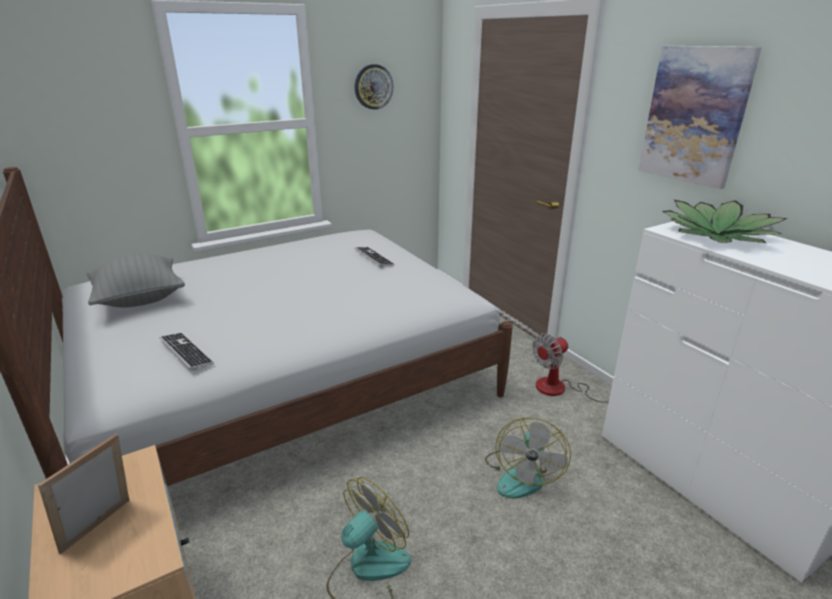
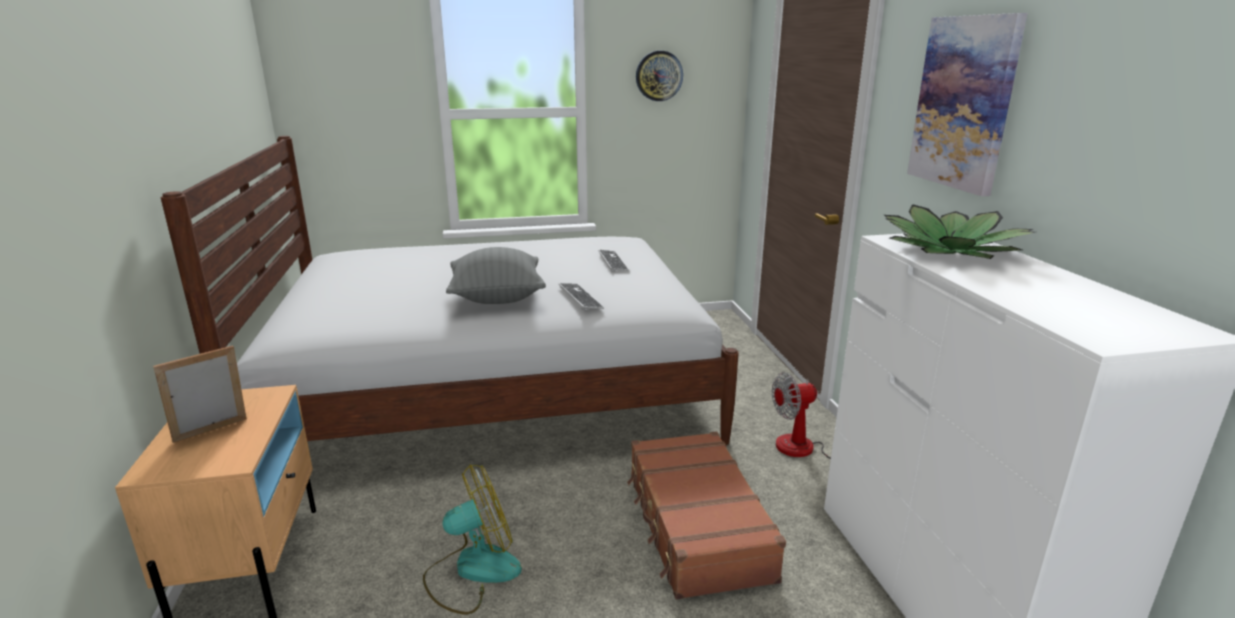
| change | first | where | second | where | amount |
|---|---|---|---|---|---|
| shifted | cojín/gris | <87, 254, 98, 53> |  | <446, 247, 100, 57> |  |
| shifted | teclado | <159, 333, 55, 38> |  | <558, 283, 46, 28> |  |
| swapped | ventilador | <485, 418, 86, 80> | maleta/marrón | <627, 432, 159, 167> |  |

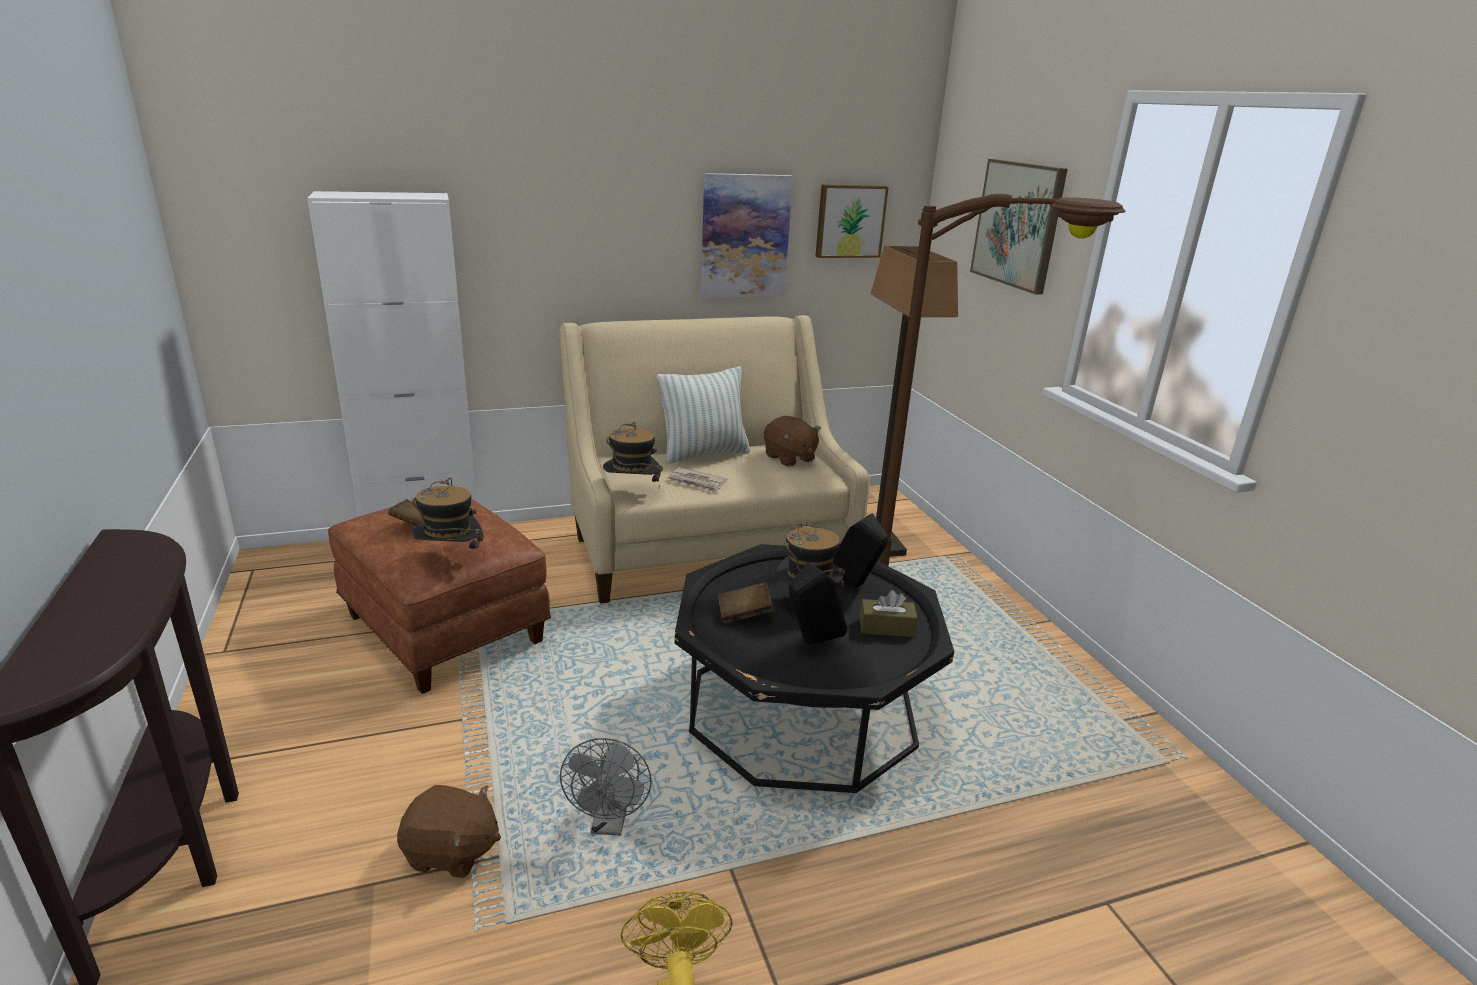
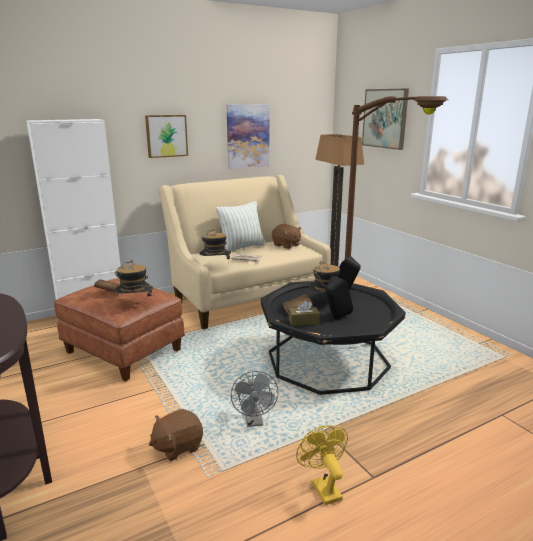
| change | first | where | second | where | amount |
|---|---|---|---|---|---|
| shifted | cuadro | <815, 184, 74, 74> |  | <145, 115, 43, 43> |  |
| rotated | peluche/marrón | <397, 785, 104, 93> |  | <149, 409, 54, 52> | 150 degrees clockwise |
| shifted | caja de pañuelos/marrón | <860, 590, 58, 47> |  | <289, 300, 31, 26> |  |

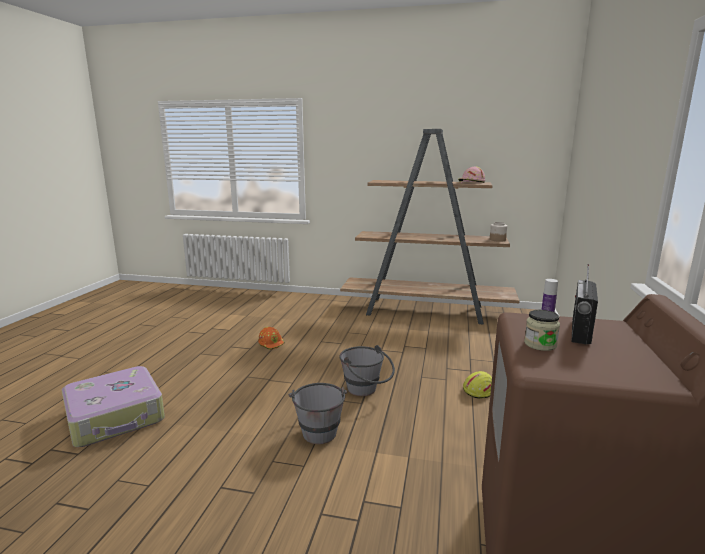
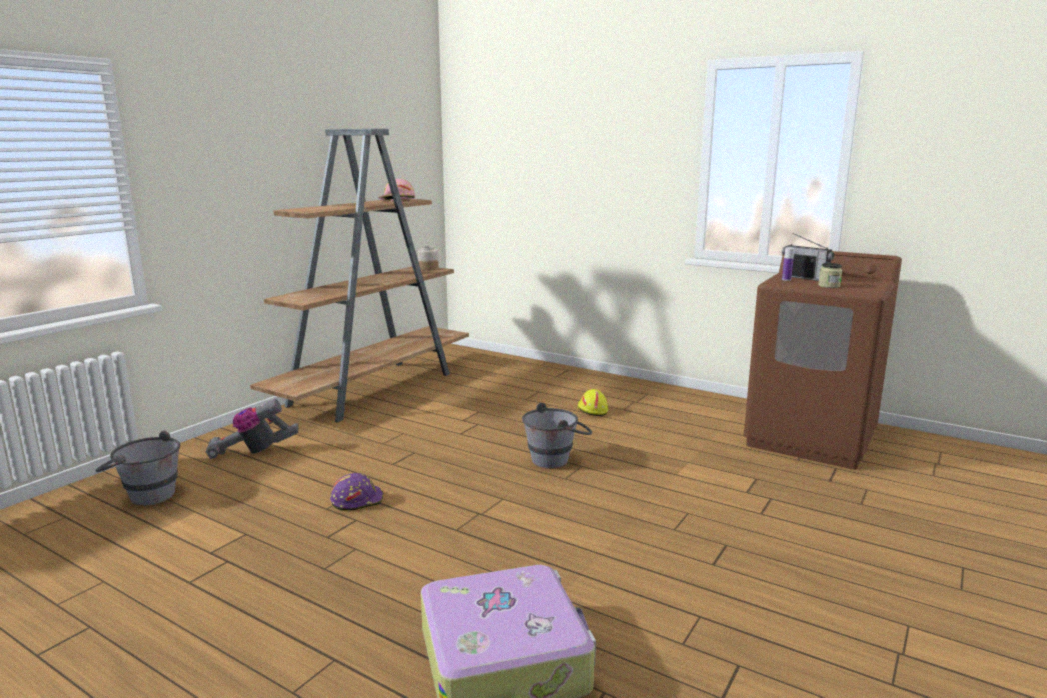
| change | first | where | second | where | amount |
|---|---|---|---|---|---|
| shifted | cubo/gris | <289, 383, 58, 61> |  | <95, 431, 85, 75> |  |
| new |  |  | aspiradora | <206, 399, 93, 61> |  |
| repainted | casco/naranja | <258, 327, 27, 23> | casco/morado | <330, 473, 54, 38> |  |

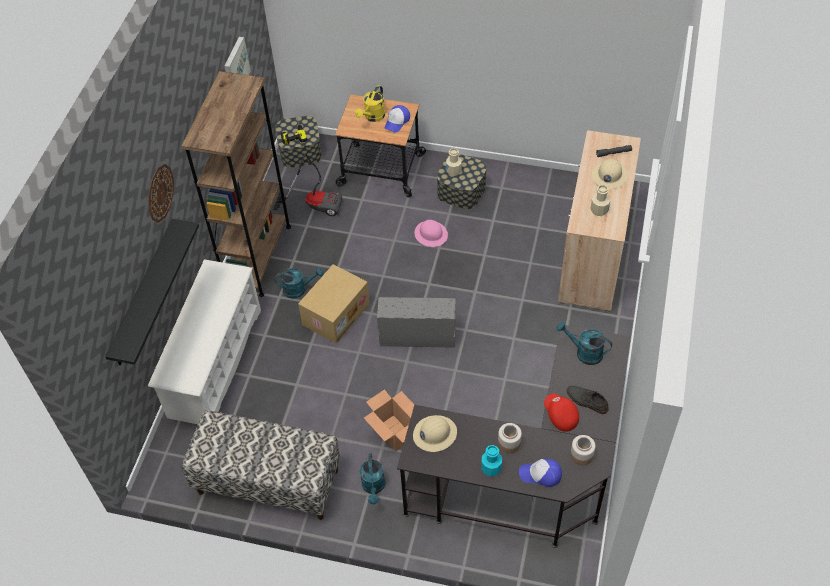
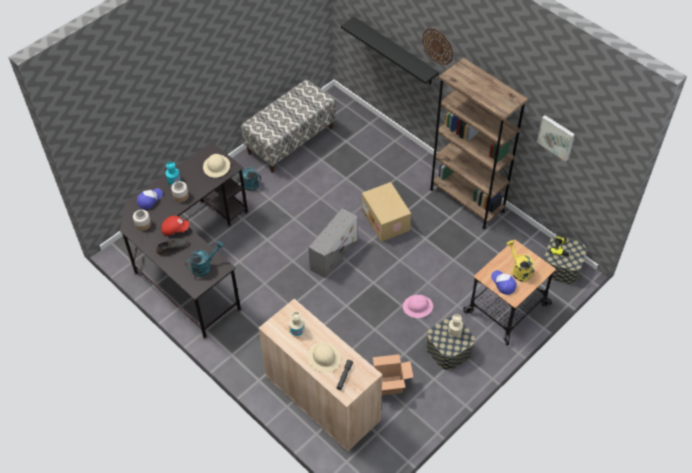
| change | first | where | second | where | amount |
|---|---|---|---|---|---|
| shifted | caja de cartón | <364, 389, 50, 62> |  | <373, 354, 40, 41> |  |
| gone | zapatero/blanco | <148, 259, 113, 165> |  |  |  |
| gone | aspiradora | <273, 154, 69, 62> |  |  |  |
| gone | regadera/turquesa | <275, 267, 49, 32> |  |  |  |

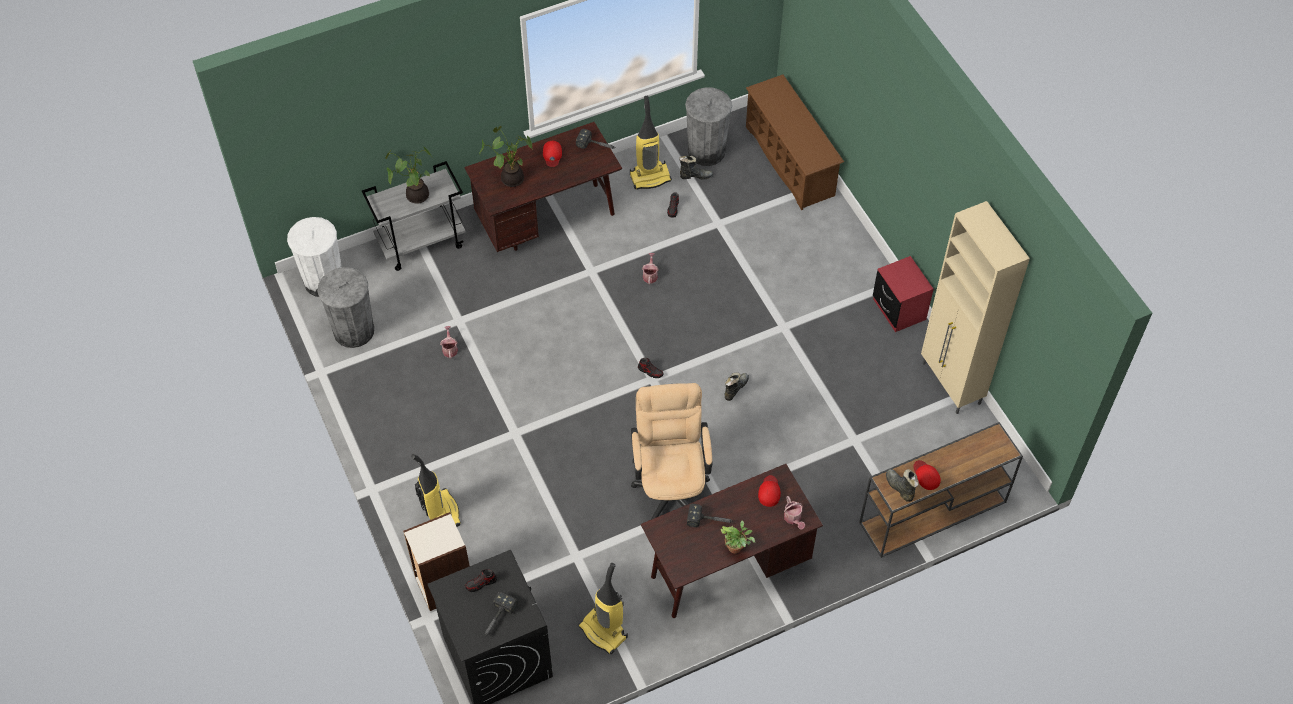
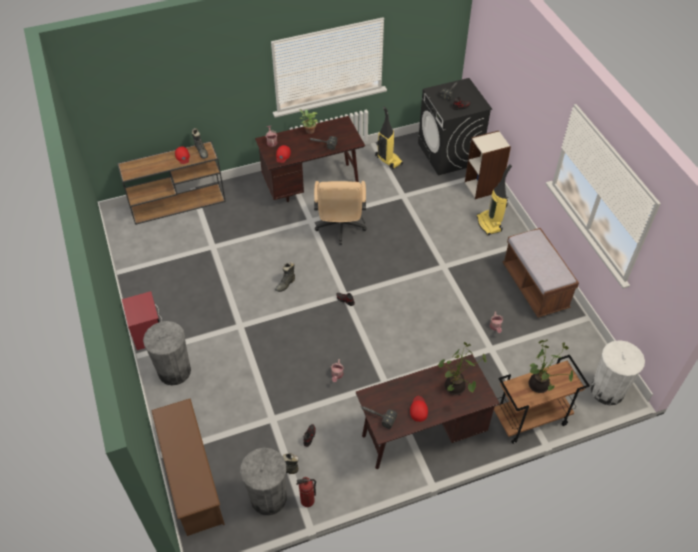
| change | first | where | second | where | amount |
|---|---|---|---|---|---|
| shifted | papelera/gris | <318, 267, 56, 81> |  | <143, 321, 48, 64> |  |
| new |  |  | extintor | <296, 477, 20, 30> |  |
| repainted | carrito/gris | <362, 161, 104, 110> | carrito/marrón | <494, 355, 96, 89> |  |
| new |  |  | banco/marrón | <503, 228, 76, 90> |  |
| gone | aspiradora | <630, 96, 42, 94> |  |  |  |
| gone | armario/beis | <921, 201, 109, 213> |  |  |  |

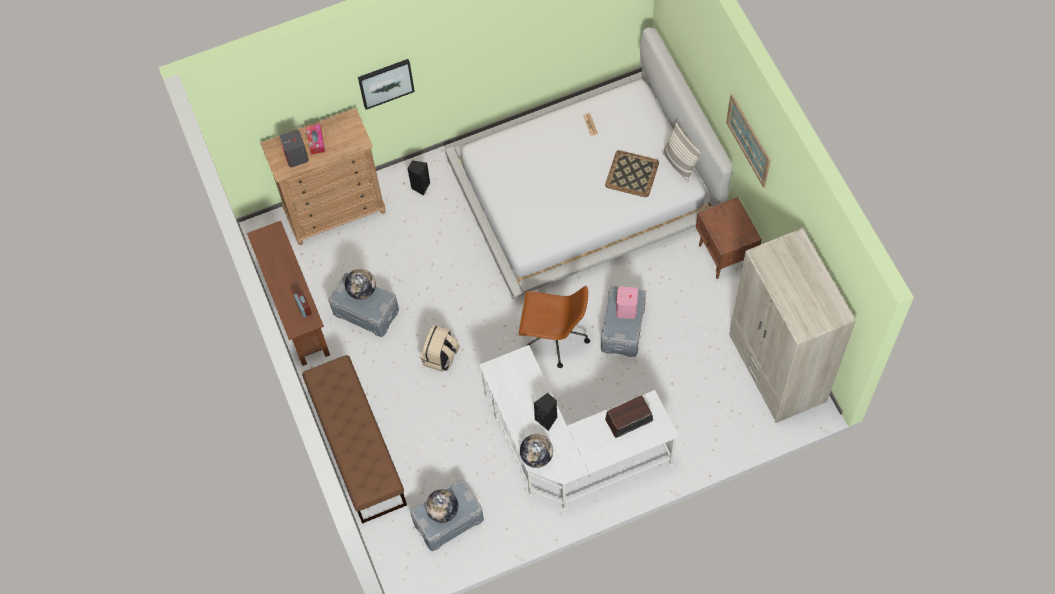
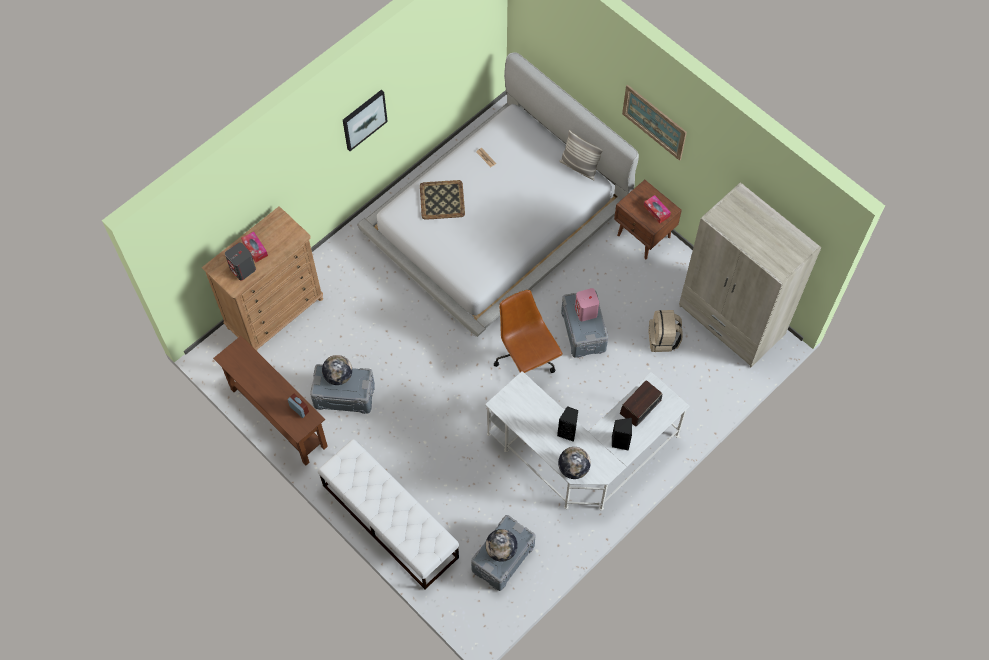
| change | first | where | second | where | amount |
|---|---|---|---|---|---|
| repainted | banco/marrón | <302, 355, 105, 169> | banco/blanco | <318, 439, 141, 151> |  |
| shifted | cuadro | <358, 59, 57, 51> |  | <343, 90, 45, 61> |  |
| shifted | bandeja | <605, 150, 54, 47> |  | <420, 180, 45, 40> |  |
| rotated | silla de oficina/marrón | <518, 285, 72, 83> |  | <494, 290, 69, 83> | 105 degrees counterclockwise |
| shifted | altavoz/negro | <408, 160, 22, 36> |  | <612, 418, 20, 32> |  |
| new |  |  | caja de pañuelos | <644, 195, 27, 29> |  |
| shifted | mochila/beis | <420, 325, 40, 47> |  | <648, 310, 35, 42> |  |

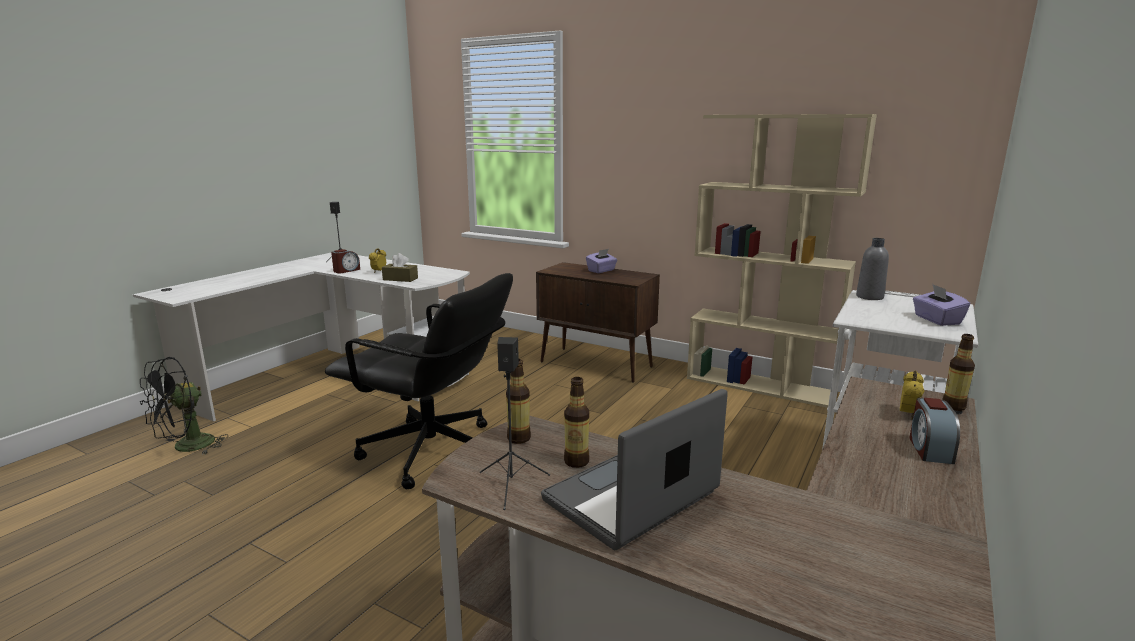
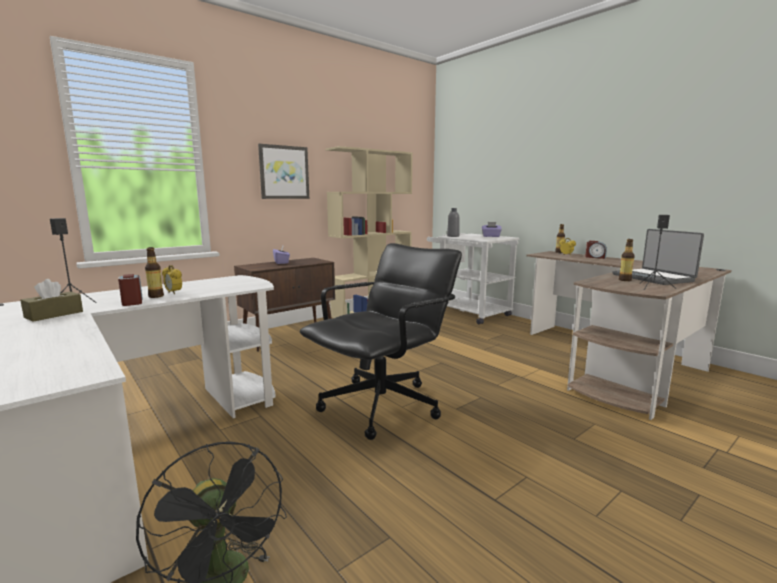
| change | first | where | second | where | amount |
|---|---|---|---|---|---|
| shifted | caja de pañuelos/marrón | <382, 253, 36, 29> |  | <20, 279, 63, 43> |  |
| shifted | botella | <506, 359, 25, 85> |  | <145, 247, 19, 51> |  |
| new |  |  | cuadro | <258, 144, 51, 55> |  |

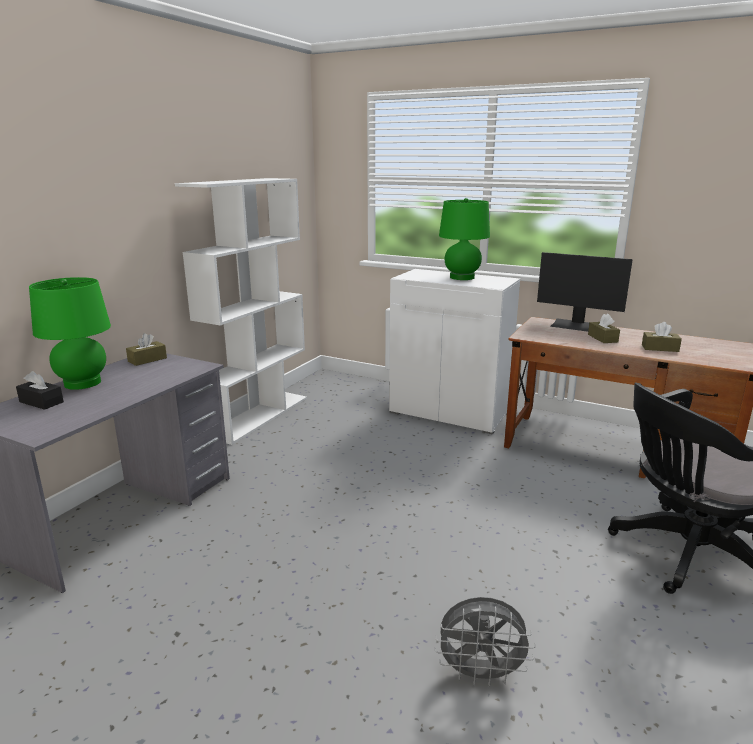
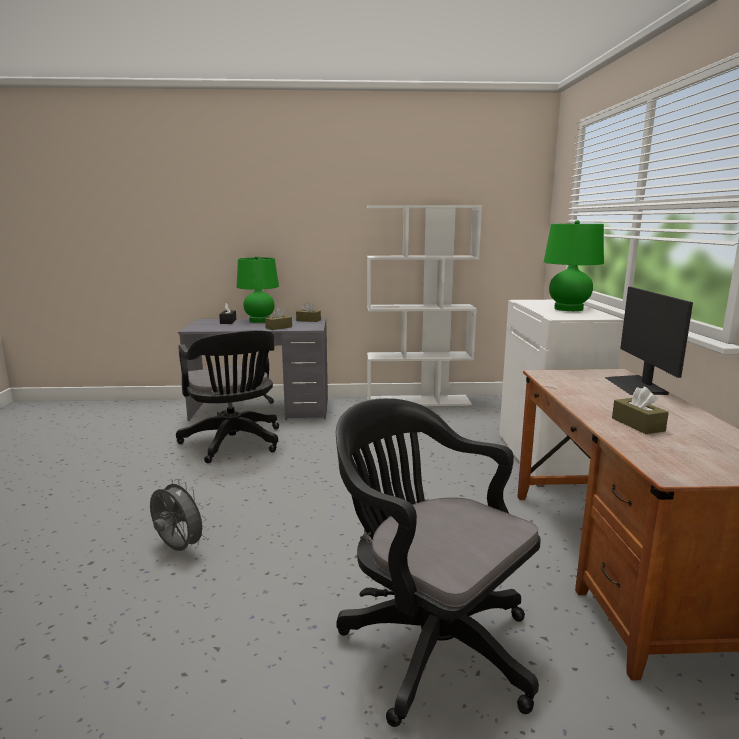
| change | first | where | second | where | amount |
|---|---|---|---|---|---|
| rotated | ventilador/gris | <435, 597, 101, 90> |  | <150, 479, 58, 72> | 150 degrees clockwise |
| new |  |  | silla de oficina/negro | <176, 330, 103, 133> |  |
| shifted | caja de pañuelos/marrón | <588, 313, 32, 30> |  | <265, 308, 27, 22> |  |

